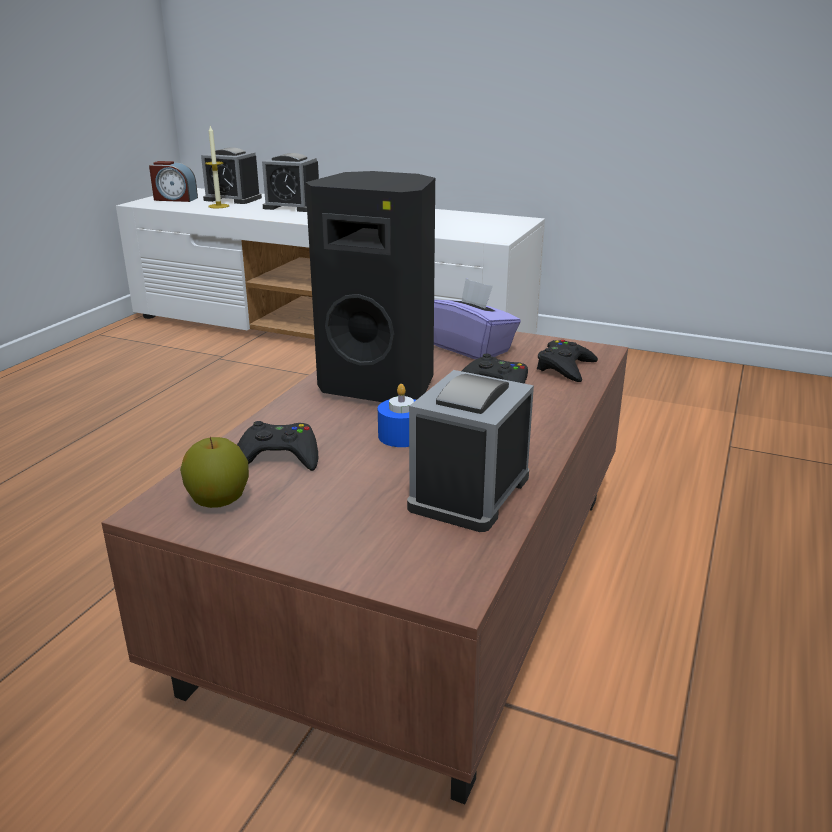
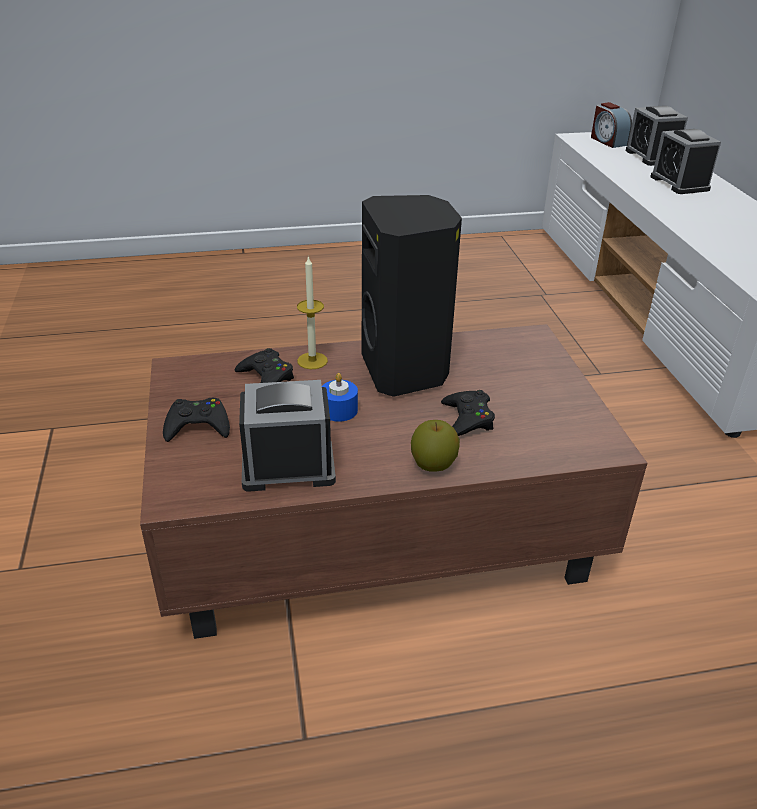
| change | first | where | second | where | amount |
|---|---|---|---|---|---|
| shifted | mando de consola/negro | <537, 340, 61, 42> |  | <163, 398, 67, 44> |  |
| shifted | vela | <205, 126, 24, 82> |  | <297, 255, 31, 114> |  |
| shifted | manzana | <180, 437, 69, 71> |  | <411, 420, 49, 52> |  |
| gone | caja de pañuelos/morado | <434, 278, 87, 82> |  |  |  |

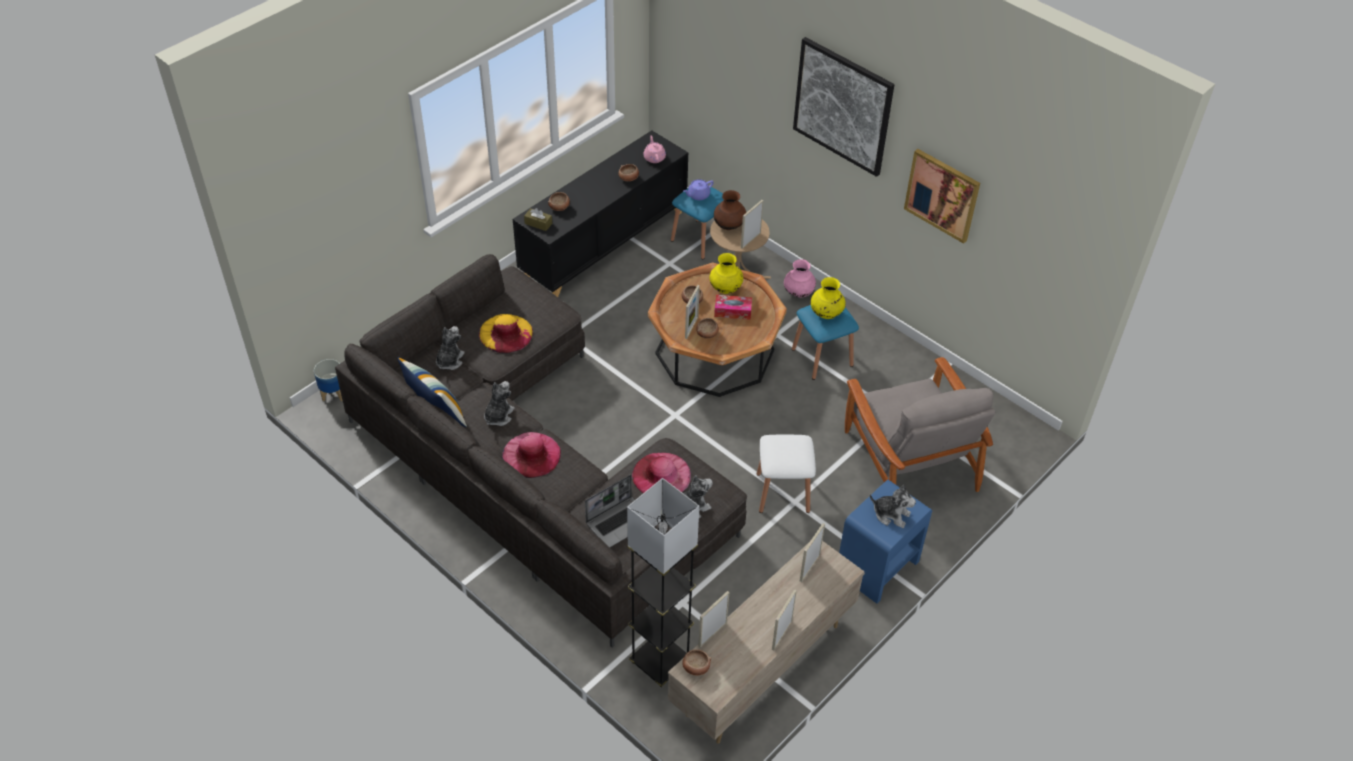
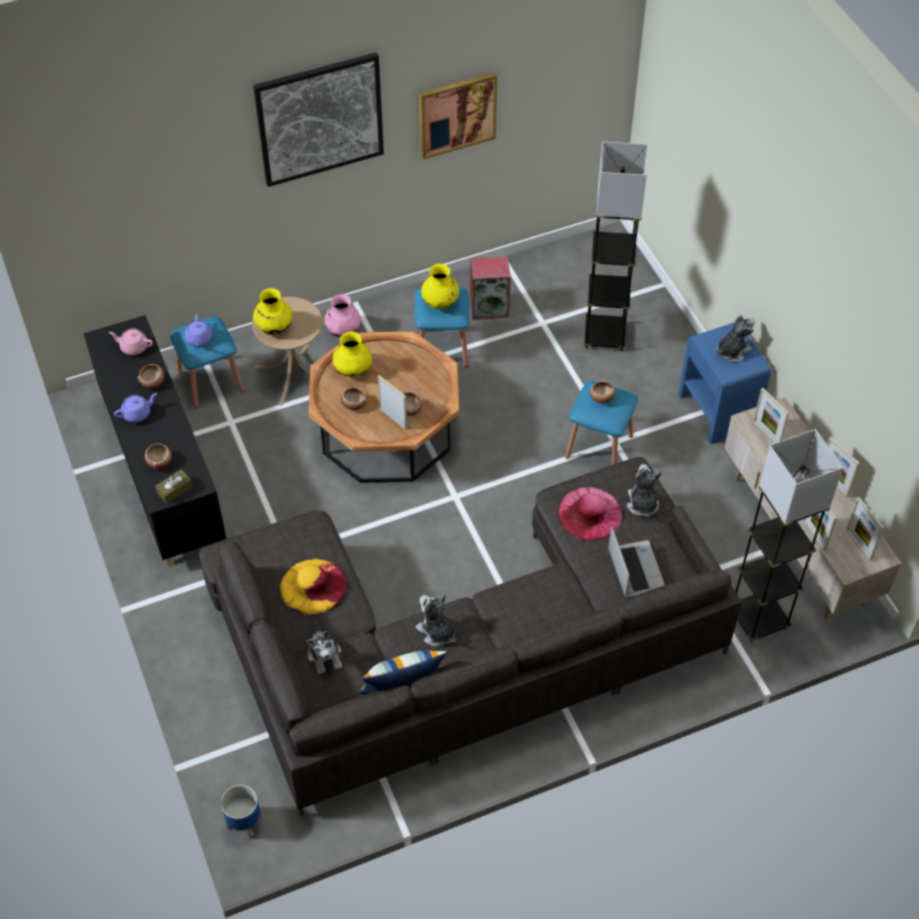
| change | first | where | second | where | amount |
|---|---|---|---|---|---|
| new |  |  | tetera/morado | <114, 393, 43, 30> |  |
| repainted | florero/marrón | <714, 190, 32, 40> | florero/amarillo | <253, 288, 39, 47> |  |
| rotated | peluche | <436, 326, 29, 44> |  | <306, 622, 36, 52> | 150 degrees counterclockwise |
| new |  |  | altavoz | <470, 256, 41, 64> |  |
| repainted | taburete/blanco | <757, 435, 59, 78> | taburete/azul | <565, 381, 73, 84> |  |
| swapped | sillón/gris | <845, 357, 150, 135> | lámpara de pie/gris | <584, 142, 64, 209> |  |
| shifted | cuenco | <682, 649, 29, 27> |  | <590, 380, 26, 24> |  |
| shifted | portarretratos | <741, 200, 23, 49> |  | <846, 497, 38, 63> |  |
| gone | sombrero/rosa | <502, 432, 59, 46> |  |  |  |
| gone | caja de pañuelos | <714, 295, 38, 25> |  |  |  |

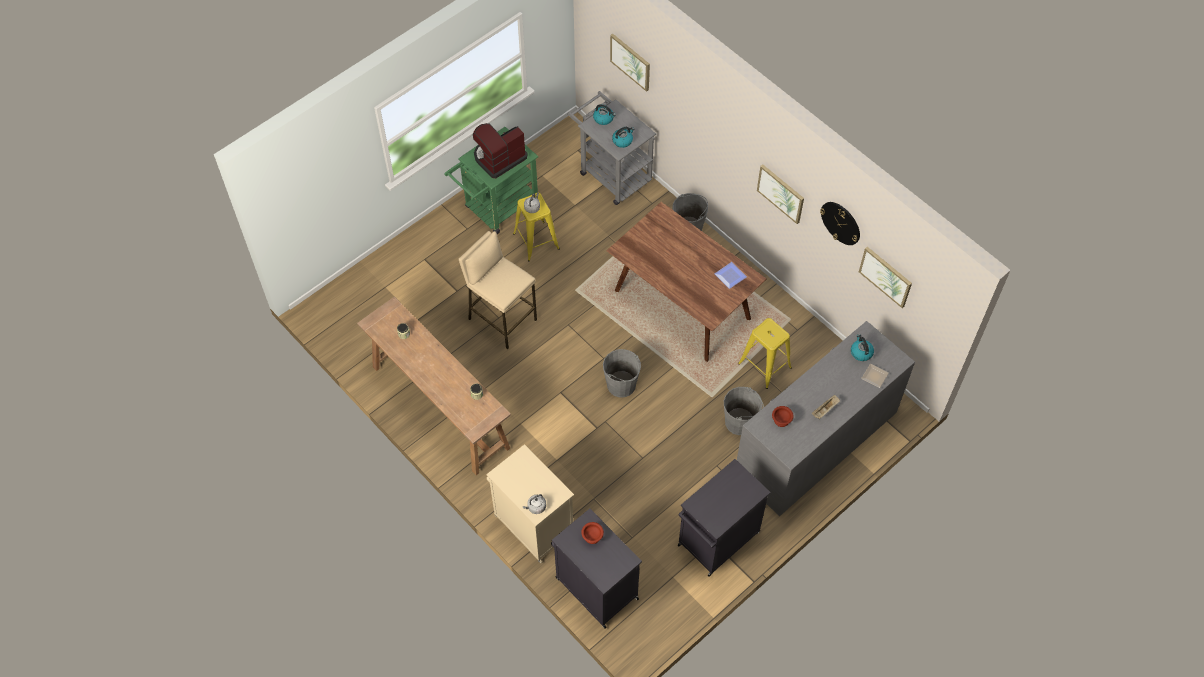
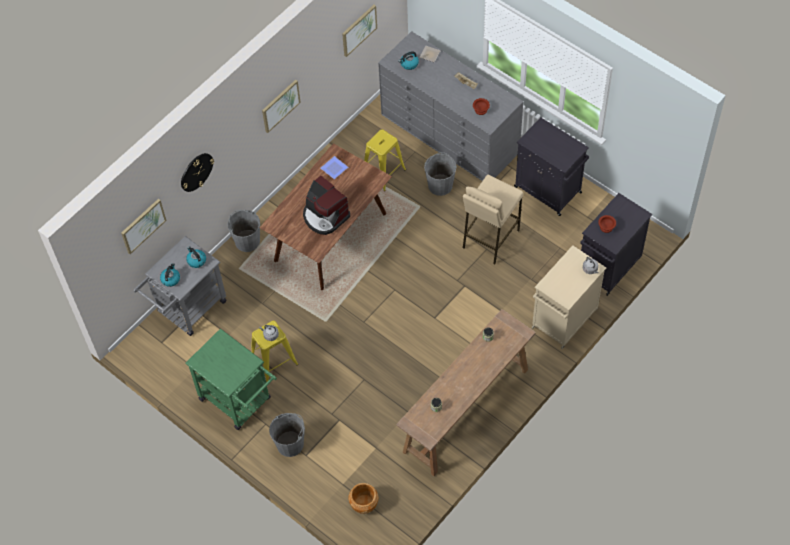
| change | first | where | second | where | amount |
|---|---|---|---|---|---|
| shifted | reloj de pared | <820, 202, 40, 43> |  | <181, 153, 33, 39> |  |
| shifted | cubo/gris | <603, 349, 38, 49> |  | <269, 413, 36, 44> |  |
| shifted | cafetera | <473, 123, 54, 55> |  | <303, 176, 47, 59> |  |
| new |  |  | maceta/marrón | <348, 483, 31, 31> |  |
| shifted | taburete/beis | <459, 231, 78, 119> |  | <463, 175, 60, 90> |  |

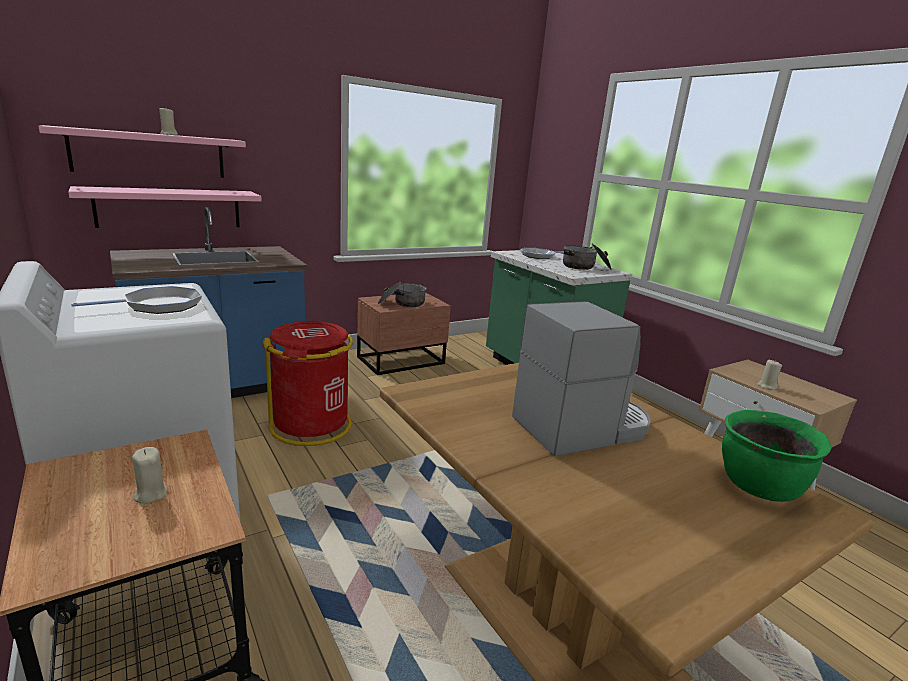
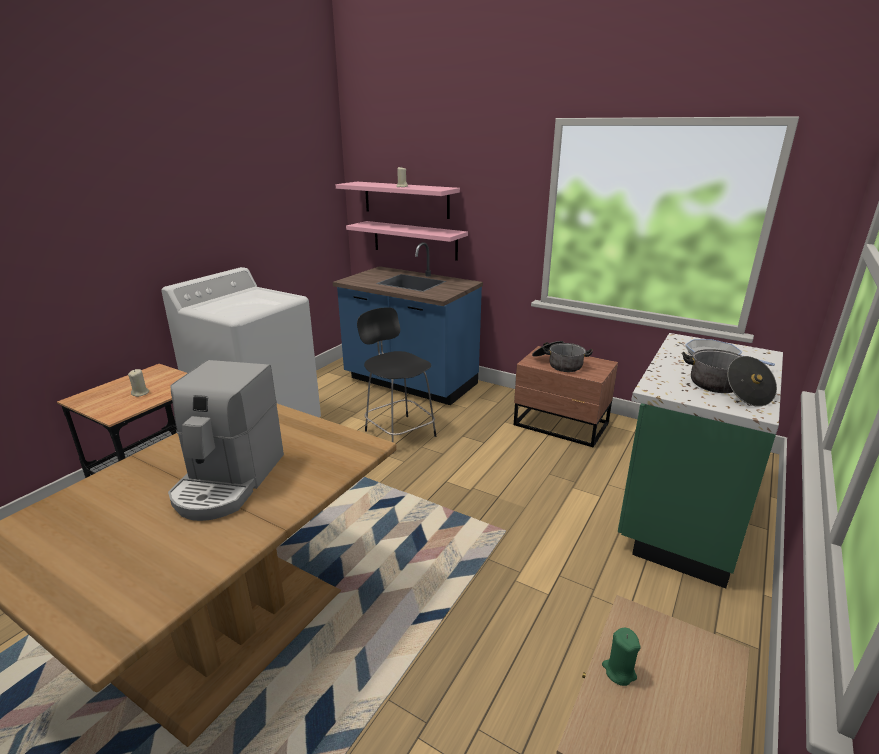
| change | first | where | second | where | amount |
|---|---|---|---|---|---|
| rotated | cafetera | <512, 301, 139, 155> |  | <168, 360, 116, 161> | 60 degrees clockwise |
| swapped | papelera/rojo | <262, 321, 91, 125> | taburete/negro | <357, 307, 79, 136> |  |
| repainted | vela/beis | <757, 360, 25, 30> | vela/verde | <602, 628, 39, 58> |  |
| gone | sartén | <71, 286, 131, 28> |  |  |  |
| gone | olla/verde | <722, 410, 110, 92> |  |  |  |

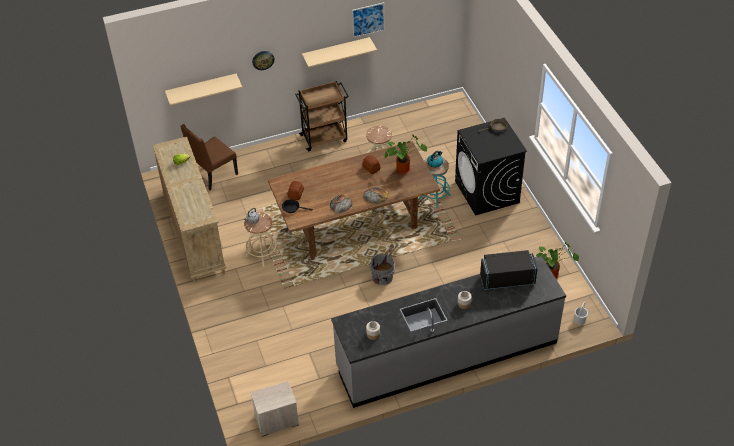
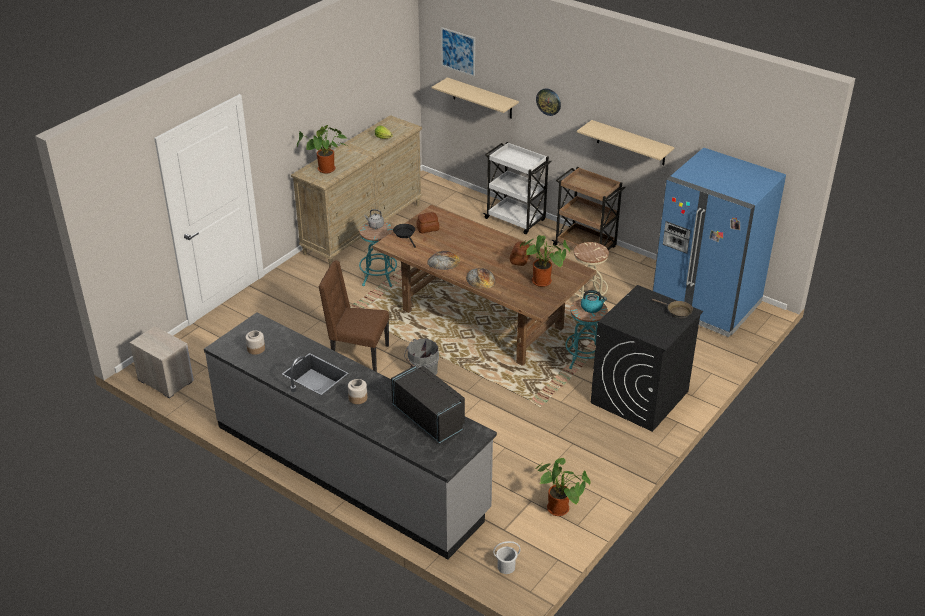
| change | first | where | second | where | amount |
|---|---|---|---|---|---|
| new |  |  | planta en maceta | <297, 125, 50, 49> |  |
| shifted | silla/marrón | <181, 124, 57, 66> |  | <319, 260, 70, 112> |  |
| repainted | taburete/beis | <244, 212, 35, 55> | taburete/turquesa | <359, 222, 38, 65> |  |
| shifted | cuadro | <352, 2, 33, 36> |  | <441, 27, 34, 50> |  |
| new |  |  | carrito/blanco | <483, 142, 69, 92> |  |
| new |  |  | nevera/azul | <653, 148, 133, 189> |  |

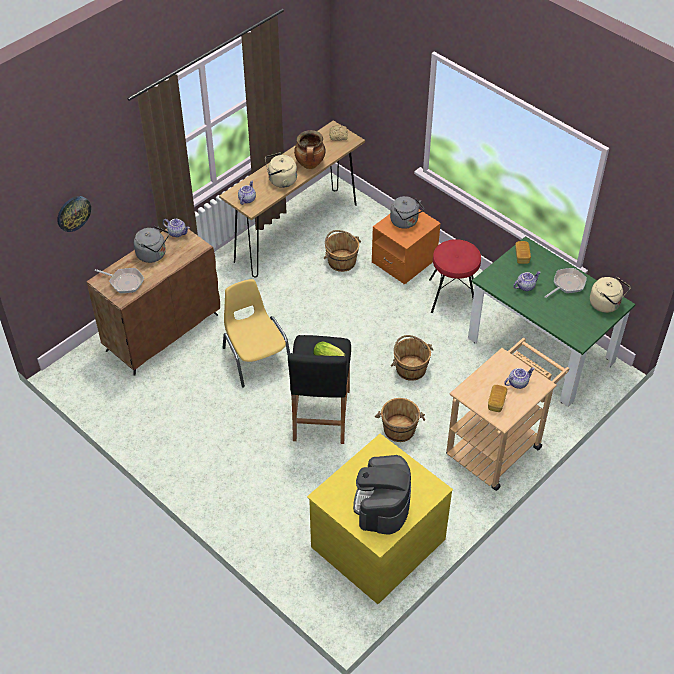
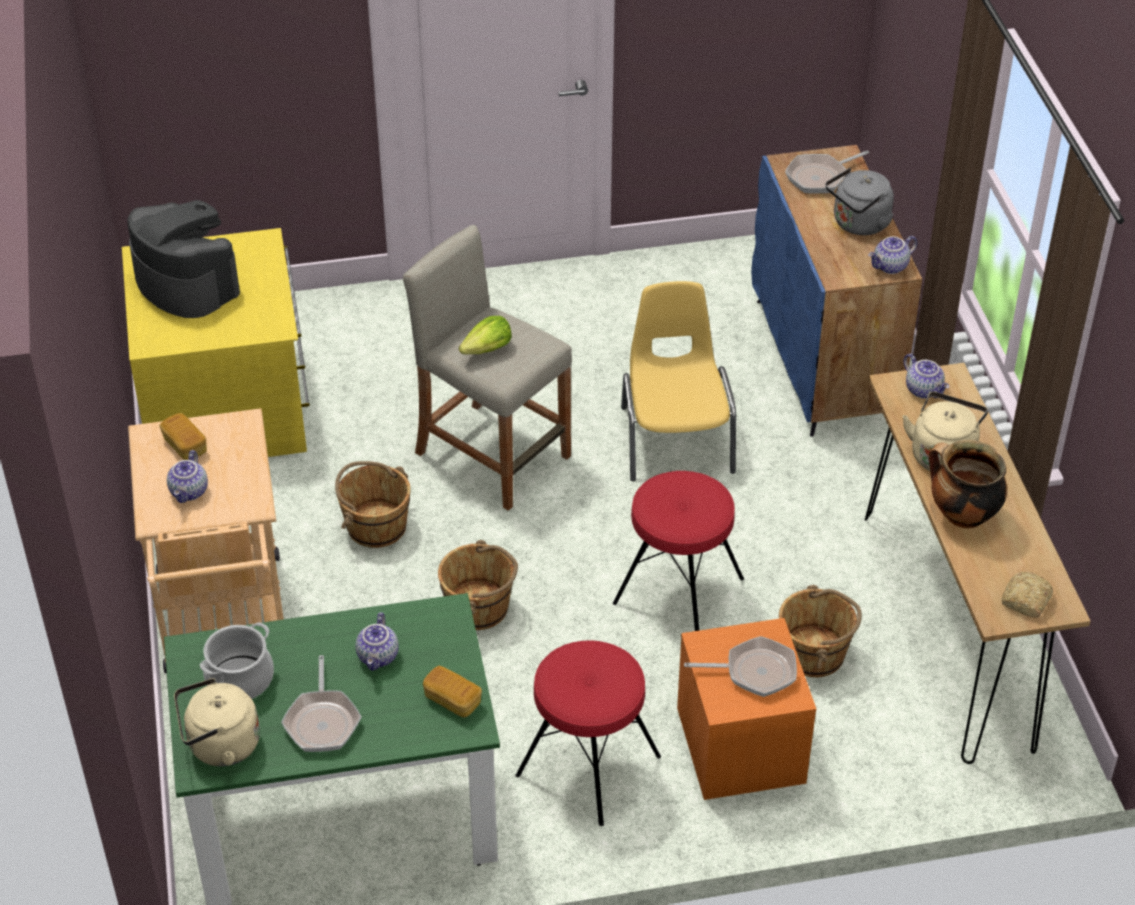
| change | first | where | second | where | amount |
|---|---|---|---|---|---|
| new |  |  | olla | <200, 622, 74, 77> |  |
| repainted | taburete/negro | <288, 335, 63, 109> | taburete/beis | <403, 225, 169, 286> |  |
| new |  |  | taburete/rojo | <613, 471, 131, 160> |  |
| rotated | silla/amarillo | <223, 279, 67, 109> |  | <621, 281, 115, 200> | 105 degrees counterclockwise |
| swapped | hervidor/gris | <390, 196, 34, 33> | sartén | <684, 636, 113, 61> |  |
| repainted | armario/marrón | <87, 229, 133, 147> | armario/azul | <751, 145, 171, 292> |  |
| gone | reloj de pared | <57, 196, 34, 36> |  |  |  |

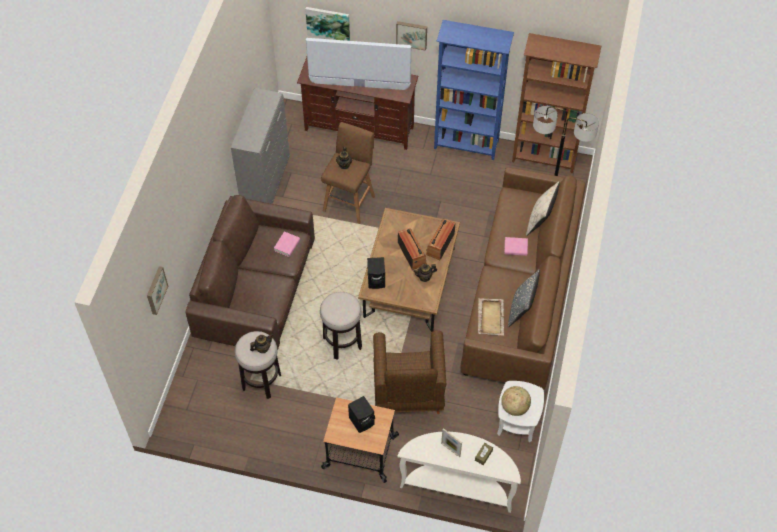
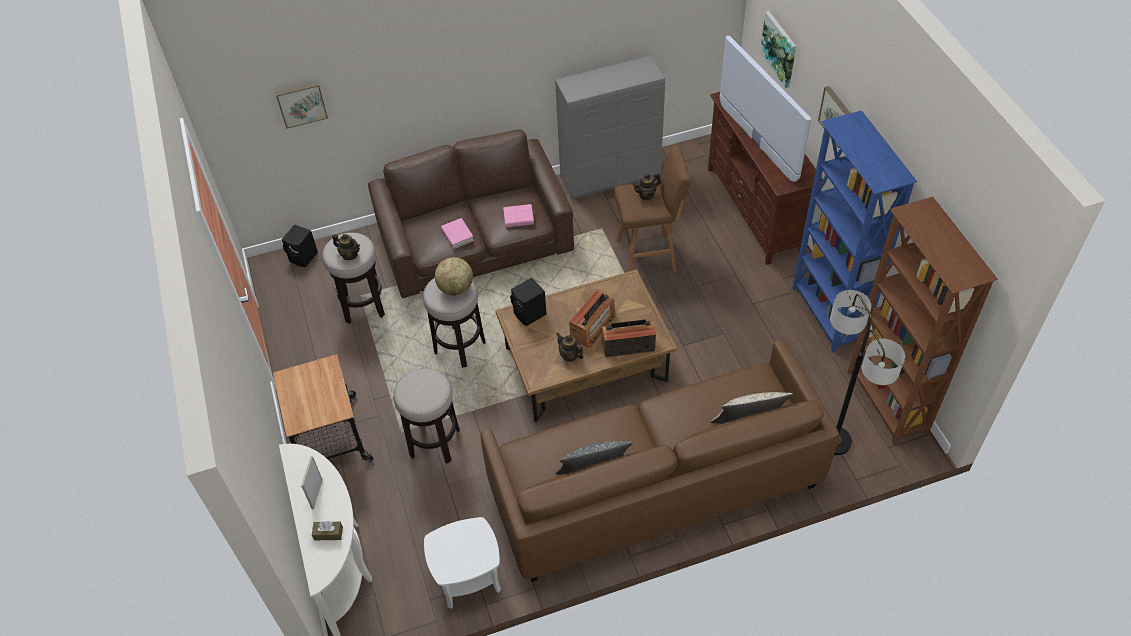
| change | first | where | second | where | amount |
|---|---|---|---|---|---|
| shifted | altavoz/negro | <348, 396, 27, 37> |  | <282, 224, 36, 43> |  |
| swapped | sillón/marrón | <373, 330, 73, 84> | taburete | <393, 368, 67, 96> |  |
| shifted | globo terráqueo | <501, 386, 30, 30> |  | <435, 257, 38, 39> |  |
| shifted | libro/rosa | <504, 237, 24, 19> |  | <441, 218, 33, 31> |  |
| gone | bandeja/beis | <478, 298, 26, 38> |  |  |  |

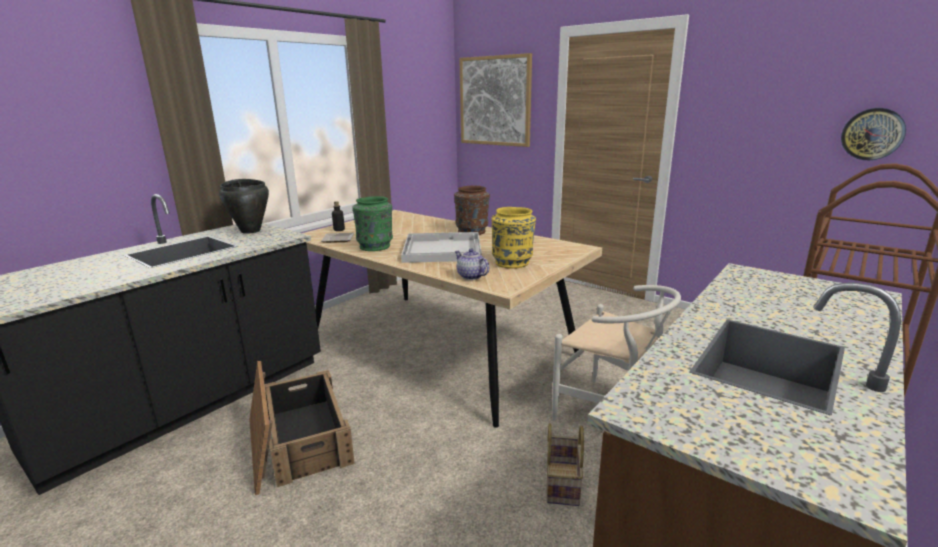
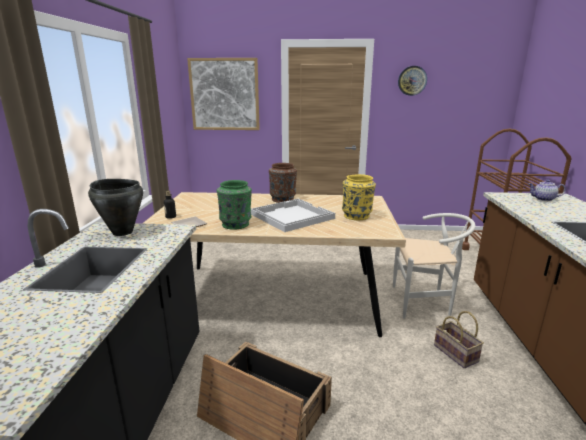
| change | first | where | second | where | amount |
|---|---|---|---|---|---|
| shifted | reloj de pared | <841, 108, 65, 52> |  | <398, 66, 29, 30> |  |
| shifted | tetera | <455, 249, 34, 31> |  | <529, 180, 37, 21> |  |

